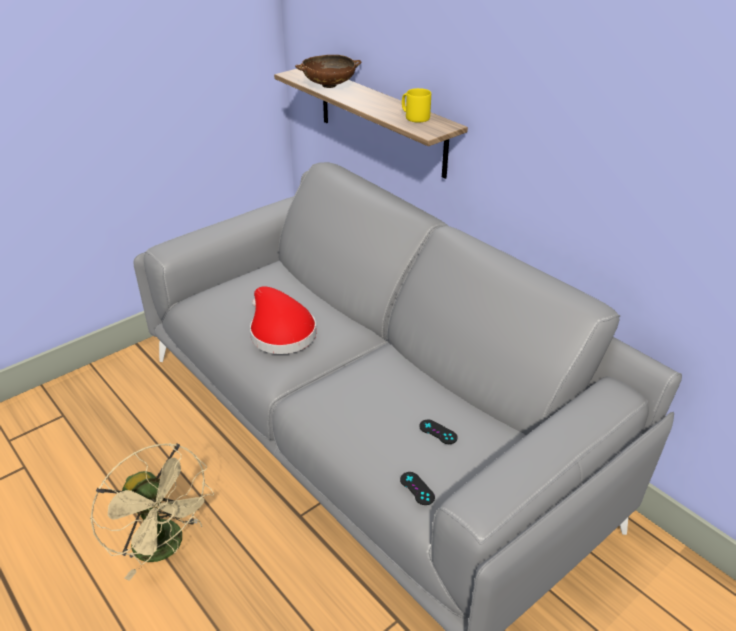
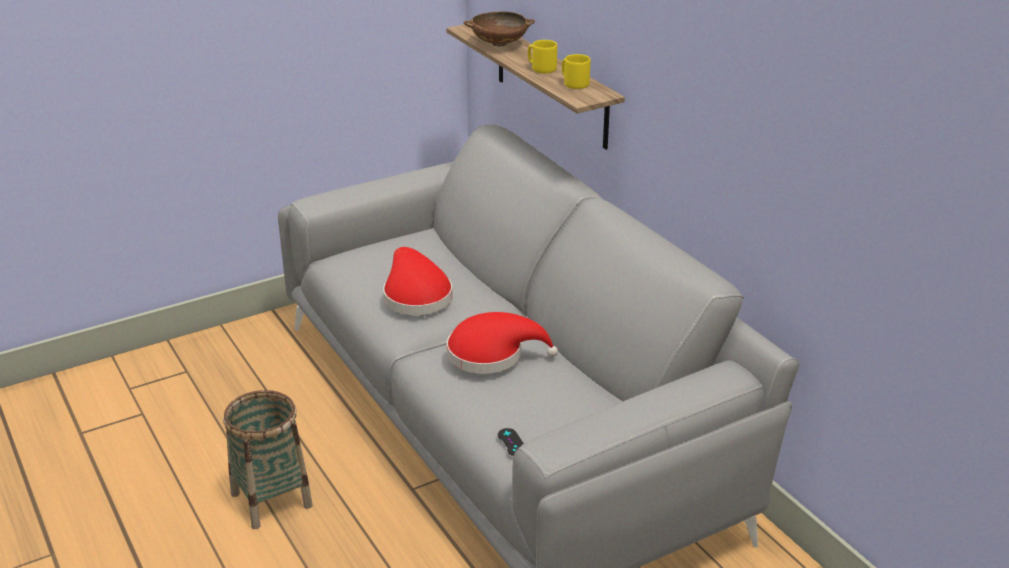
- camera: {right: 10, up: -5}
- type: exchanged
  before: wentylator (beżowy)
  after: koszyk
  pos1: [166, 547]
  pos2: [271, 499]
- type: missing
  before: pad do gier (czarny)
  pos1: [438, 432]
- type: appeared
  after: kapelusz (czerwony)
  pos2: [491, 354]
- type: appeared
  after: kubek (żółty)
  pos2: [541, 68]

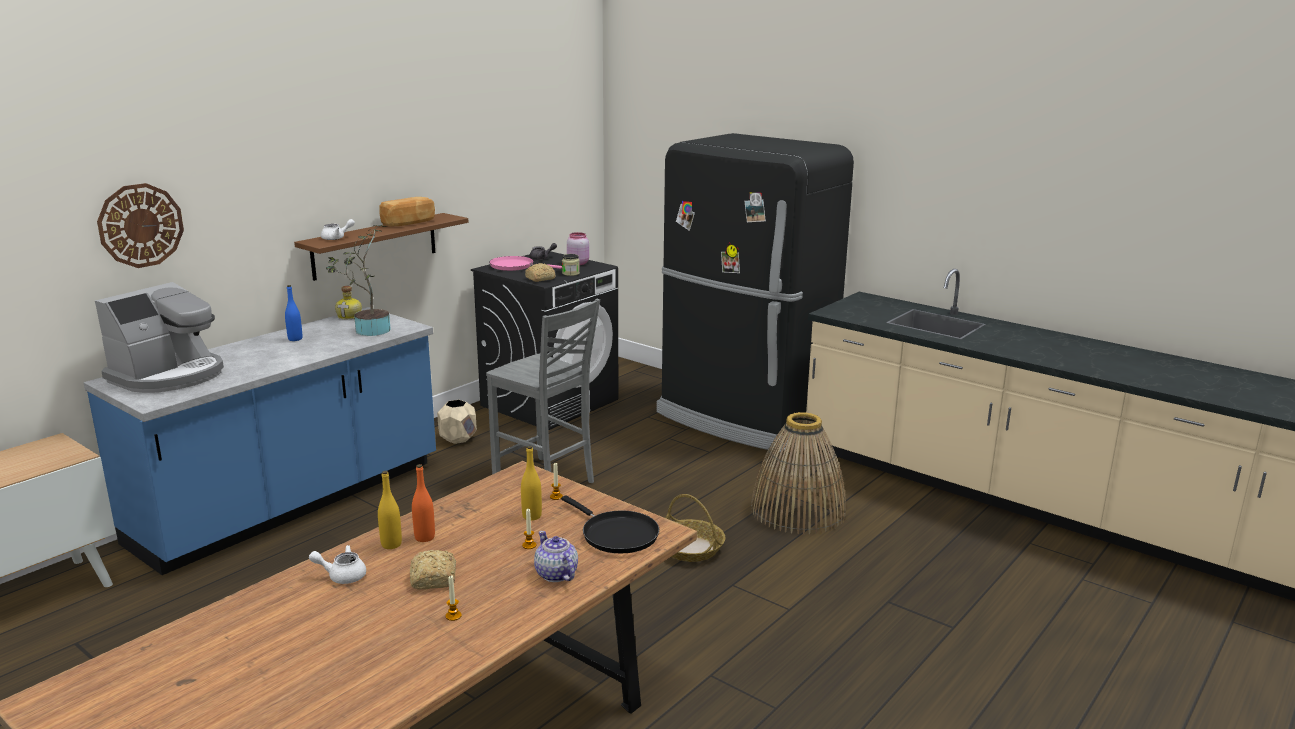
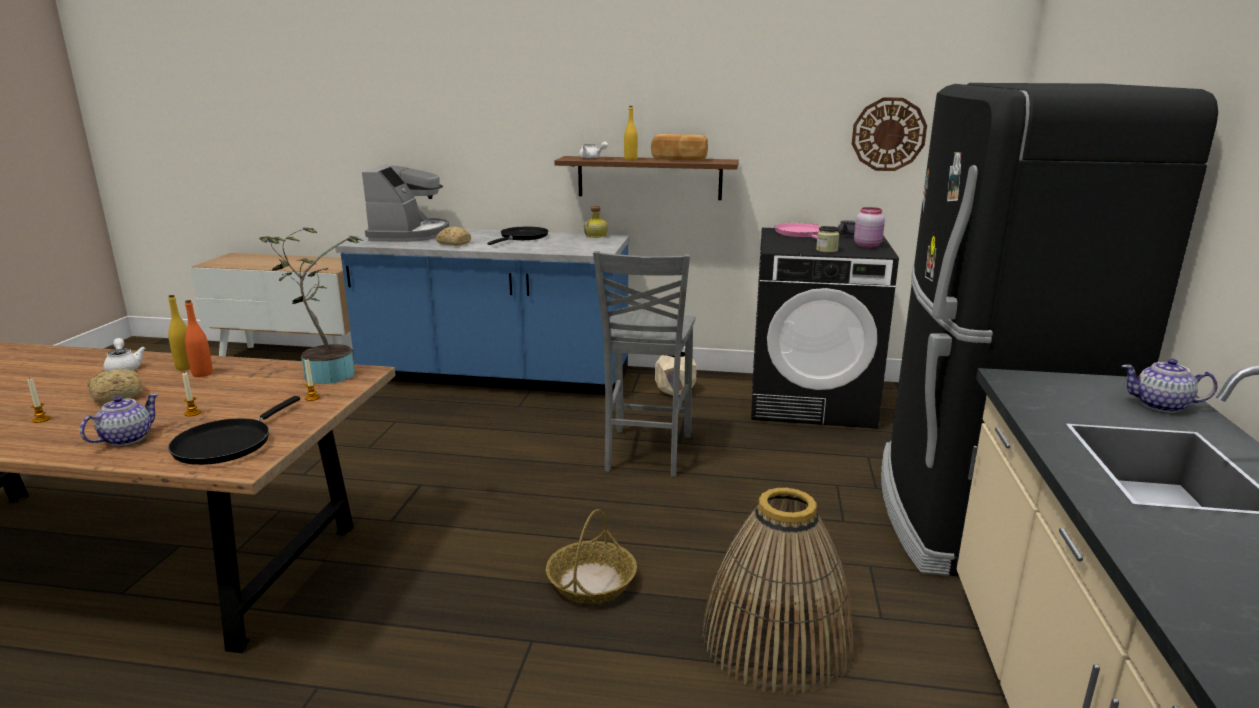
- camera: {right: 60, up: 0}
- type: spun
  before: ekspres do kawy
  pos1: [169, 376]
  pos2: [409, 234]
  turn: -90
- type: relocated
  before: zegar ścienny
  pos1: [140, 225]
  pos2: [888, 134]
- type: exchanged
  before: butelka (niebieski)
  after: patelnia (czarny)
  pos1: [295, 339]
  pos2: [522, 237]
- type: relocated
  before: roślina doniczkowa
  pos1: [368, 331]
  pos2: [325, 374]
- type: relocated
  before: butelka (żółty)
  pos1: [532, 516]
  pos2: [630, 159]
- type: relocated
  before: chleb
  pos1: [539, 279]
  pos2: [453, 243]
- type: appeared
  after: imbryk
  pos2: [1162, 406]

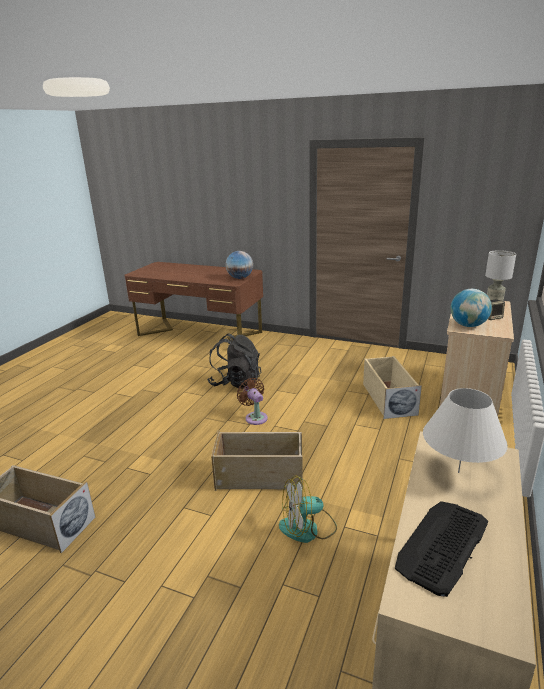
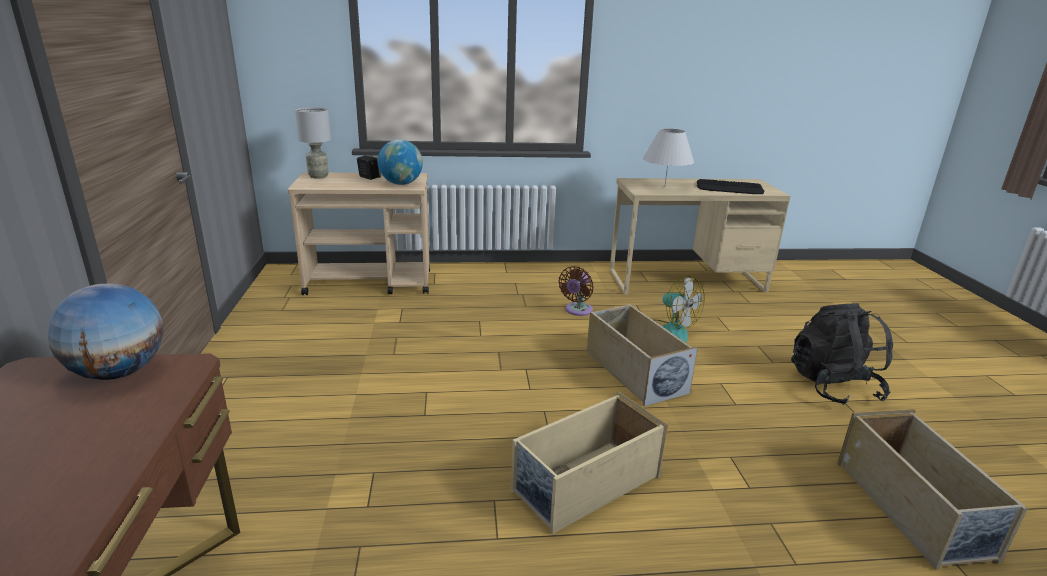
- camera: {right: -120, up: 0}
- type: relocated
  before: plecak (czarny)
  pos1: [235, 383]
  pos2: [833, 386]
- type: relocated
  before: wentylator (brązowy)
  pos1: [255, 417]
  pos2: [577, 311]
- type: relocated
  before: pojemnik do przechowywania (beżowy)
  pos1: [388, 399]
  pos2: [585, 485]

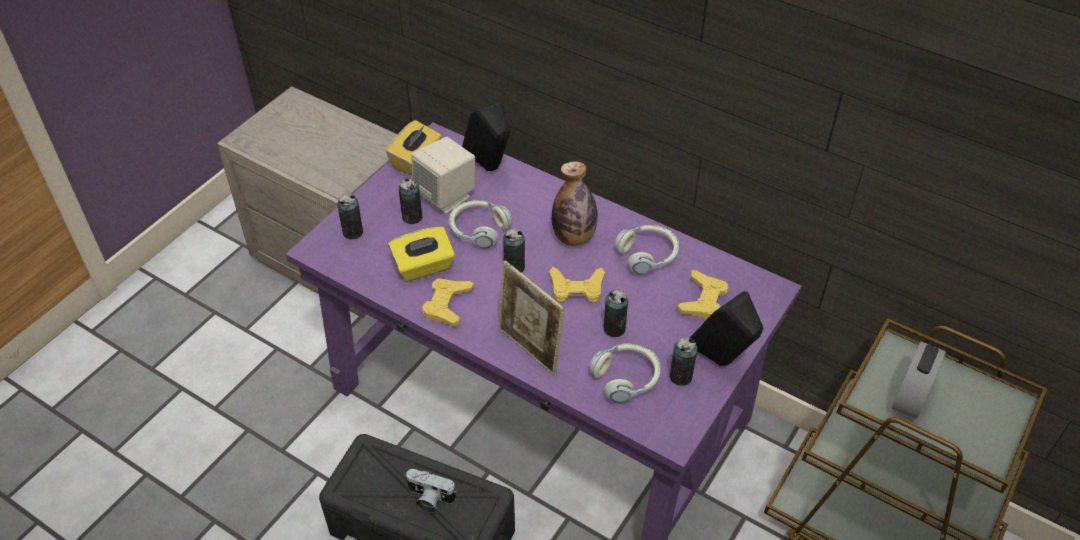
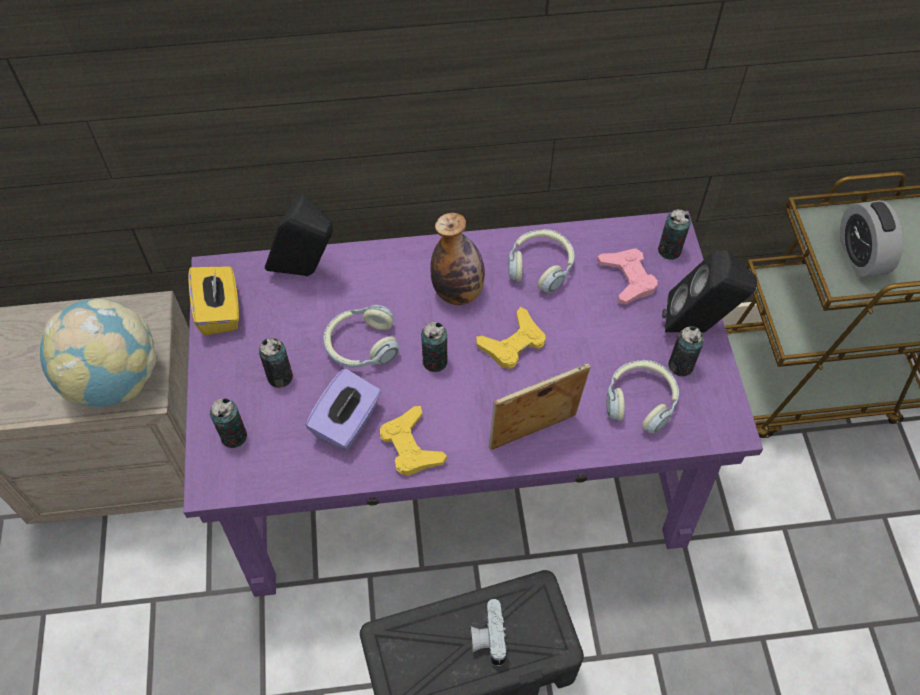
- camera: {right: -40, up: 10}
- type: colour
  before: pudełko chusteczek (żółty)
  after: pudełko chusteczek (fioletowy)
  pos1: [424, 267]
  pos2: [347, 423]
- type: spun
  before: aparat fotograficzny
  pos1: [429, 498]
  pos2: [487, 637]
  turn: 105
- type: missing
  before: głośnik (beżowy)
  pos1: [446, 196]
- type: spun
  before: ramka na zdjęcie
  pos1: [530, 350]
  pos2: [533, 435]
  turn: 150
- type: relocated
  before: puszka
  pos1: [614, 329]
  pos2: [669, 250]
- type: colour
  before: pad do gier (żółty)
  after: pad do gier (różowy)
  pos1: [703, 300]
  pos2: [627, 279]
- type: appeared
  after: globus
  pos2: [114, 380]

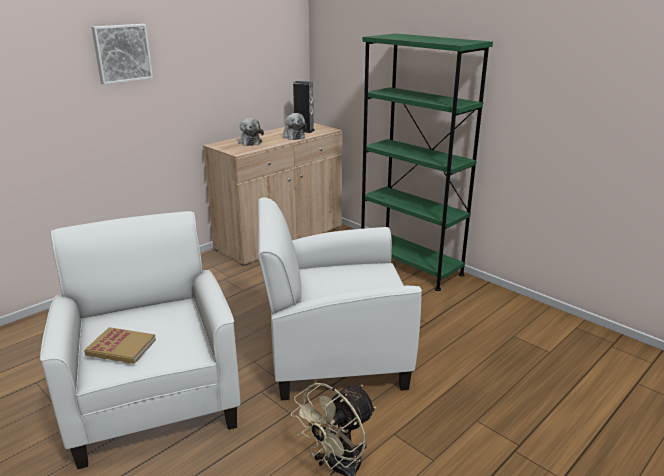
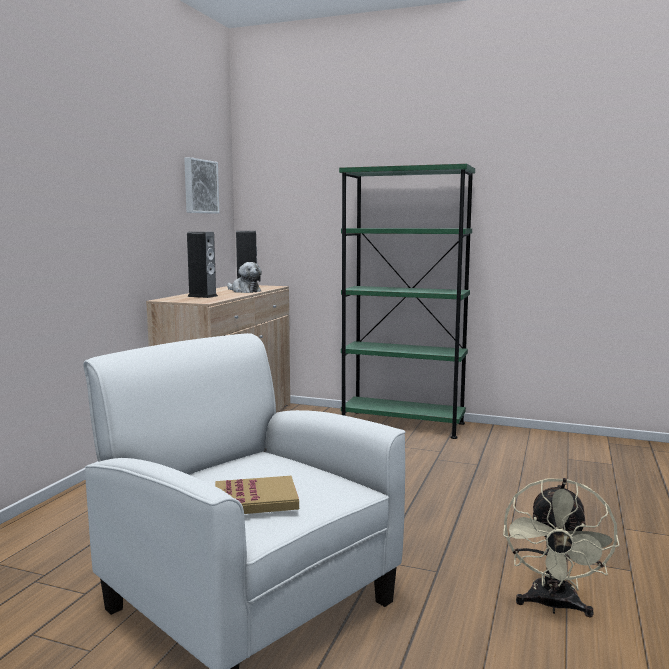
- camera: {right: -25, up: -15}
- type: relocated
  before: obraz
  pos1: [122, 53]
  pos2: [199, 186]
- type: exchanged
  before: pluszak
  after: głośnik
  pos1: [250, 142]
  pos2: [202, 296]
- type: missing
  before: fotel (biały)
  pos1: [334, 354]

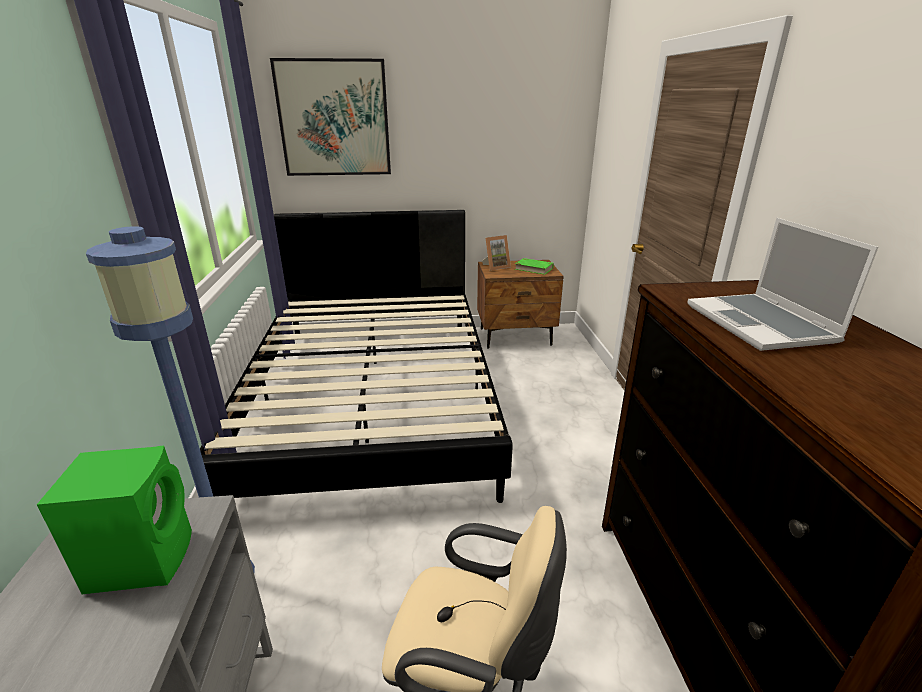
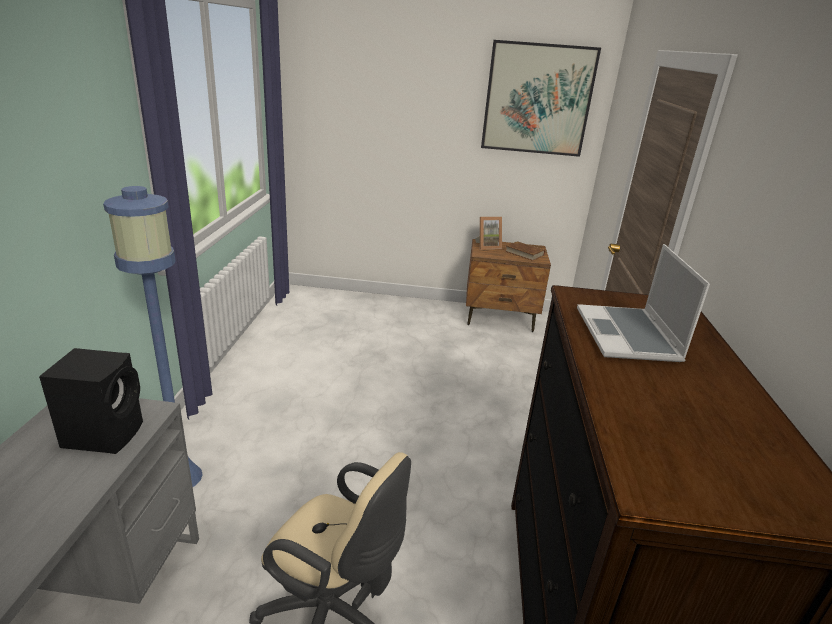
- camera: {right: 10, up: 0}
- type: colour
  before: głośnik (zielony)
  after: głośnik (czarny)
  pos1: [144, 557]
  pos2: [105, 433]
- type: missing
  before: łóżko (czarny)
  pos1: [375, 397]
- type: relocated
  before: obraz
  pos1: [334, 119]
  pos2: [537, 99]
- type: colour
  before: książka (zielony)
  after: książka (brązowy)
  pos1: [533, 268]
  pos2: [524, 253]

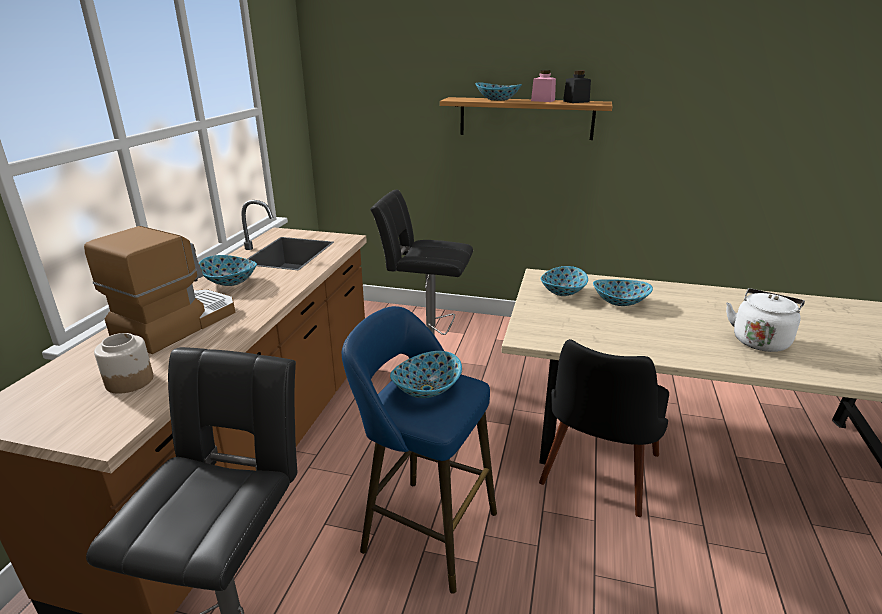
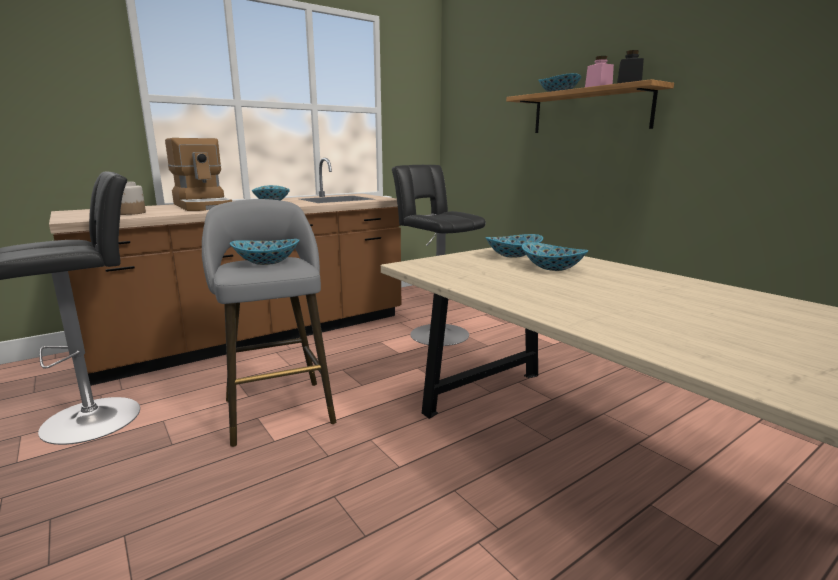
- camera: {right: 40, up: -10}
- type: spun
  before: ekspres do kawy
  pos1: [176, 323]
  pos2: [204, 206]
  turn: 75
- type: colour
  before: stołek (niebieski)
  after: stołek (szary)
  pos1: [423, 529]
  pos2: [277, 407]
- type: missing
  before: krzesło (czarny)
  pos1: [596, 479]
- type: missing
  before: czajnik (biały)
  pos1: [760, 340]

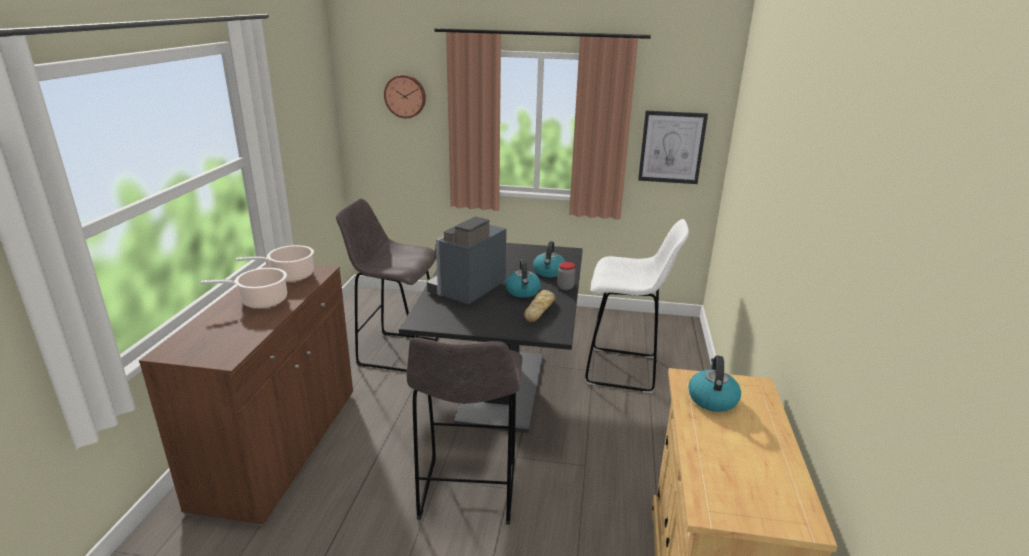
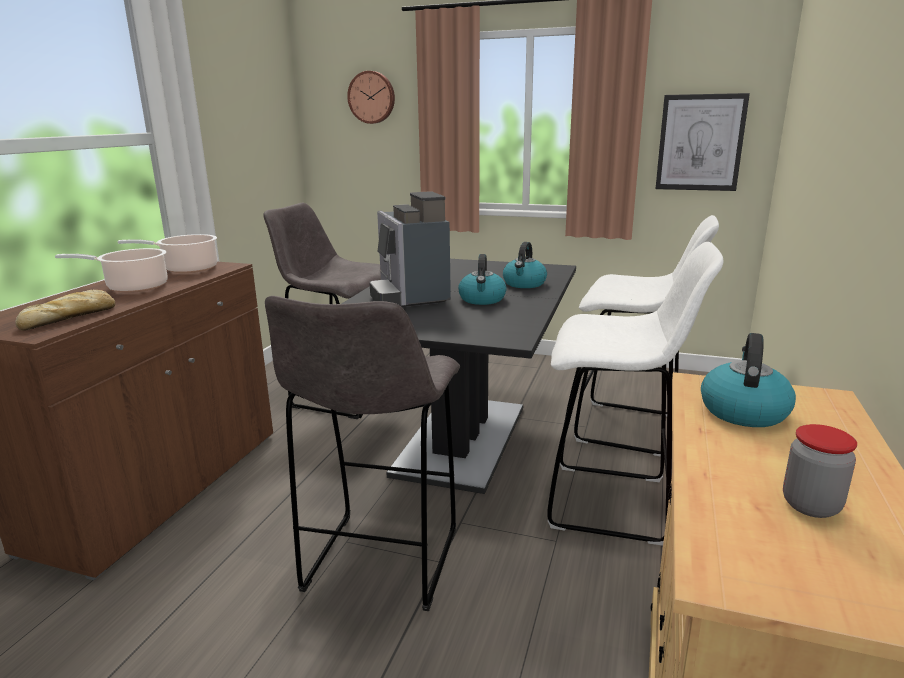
- camera: {right: 10, up: -5}
- type: spun
  before: ekspres do kawy
  pos1: [467, 289]
  pos2: [409, 296]
  turn: -60
- type: relocated
  before: chleb
  pos1: [540, 309]
  pos2: [71, 317]
- type: relocated
  before: słoik
  pos1: [565, 287]
  pos2: [811, 505]
- type: appeared
  after: stołek (biały)
  pos2: [613, 503]

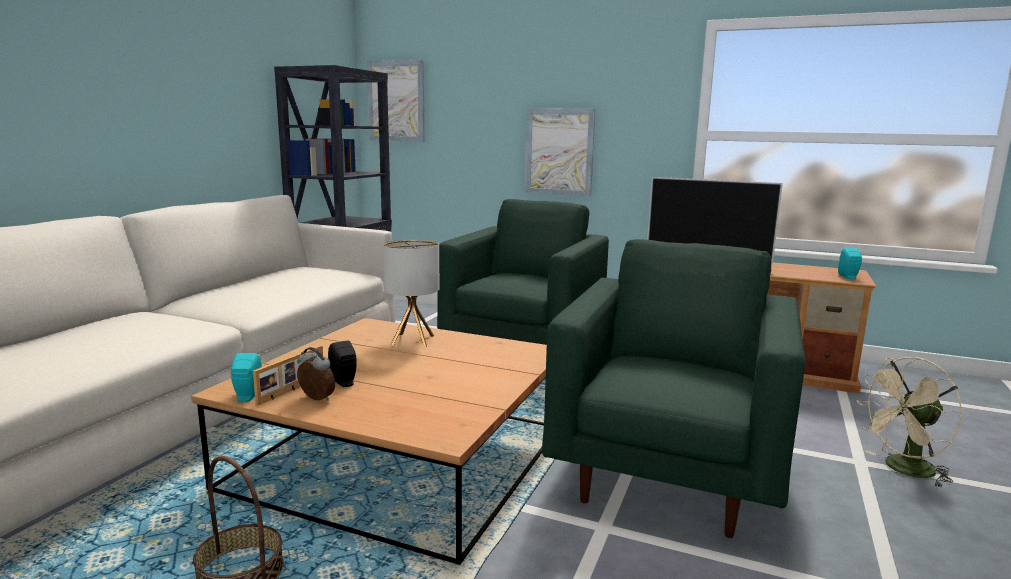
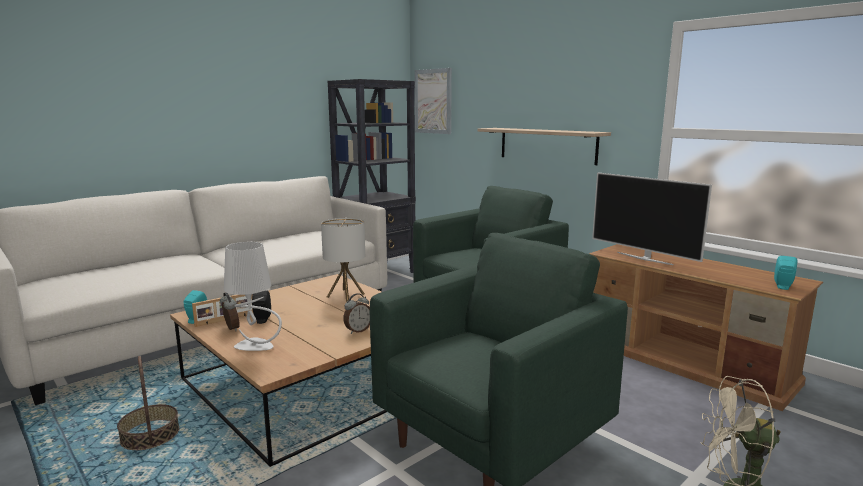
- camera: {right: 25, up: 0}
- type: exchanged
  before: obraz
  after: półka
  pos1: [559, 152]
  pos2: [547, 145]
- type: appeared
  after: lampa stołowa (szary)
  pos2: [255, 346]
- type: appeared
  after: budzik
  pos2: [358, 330]

